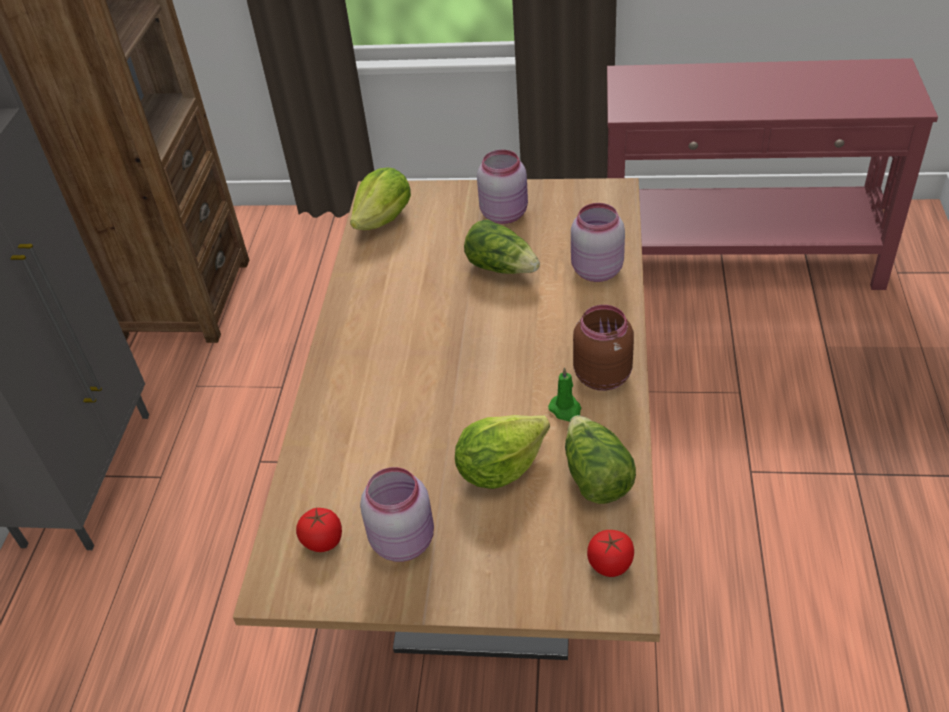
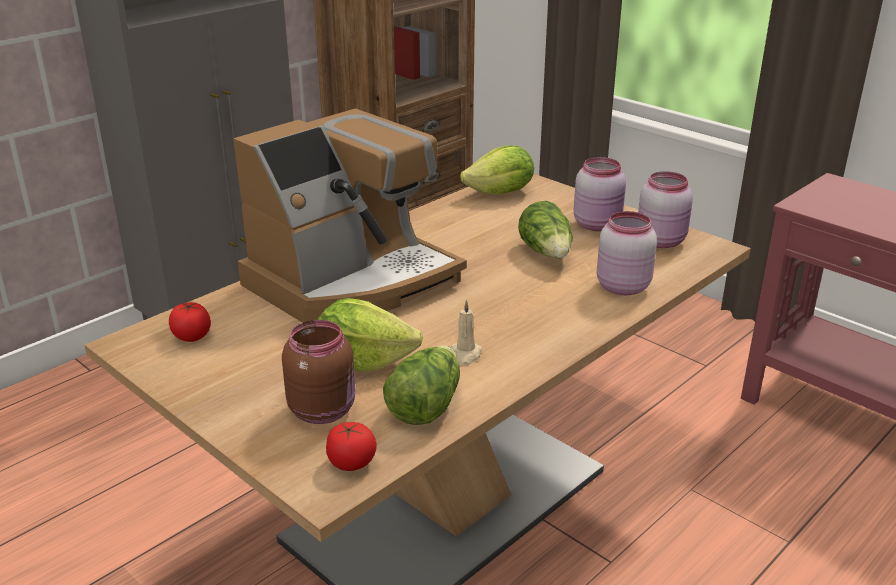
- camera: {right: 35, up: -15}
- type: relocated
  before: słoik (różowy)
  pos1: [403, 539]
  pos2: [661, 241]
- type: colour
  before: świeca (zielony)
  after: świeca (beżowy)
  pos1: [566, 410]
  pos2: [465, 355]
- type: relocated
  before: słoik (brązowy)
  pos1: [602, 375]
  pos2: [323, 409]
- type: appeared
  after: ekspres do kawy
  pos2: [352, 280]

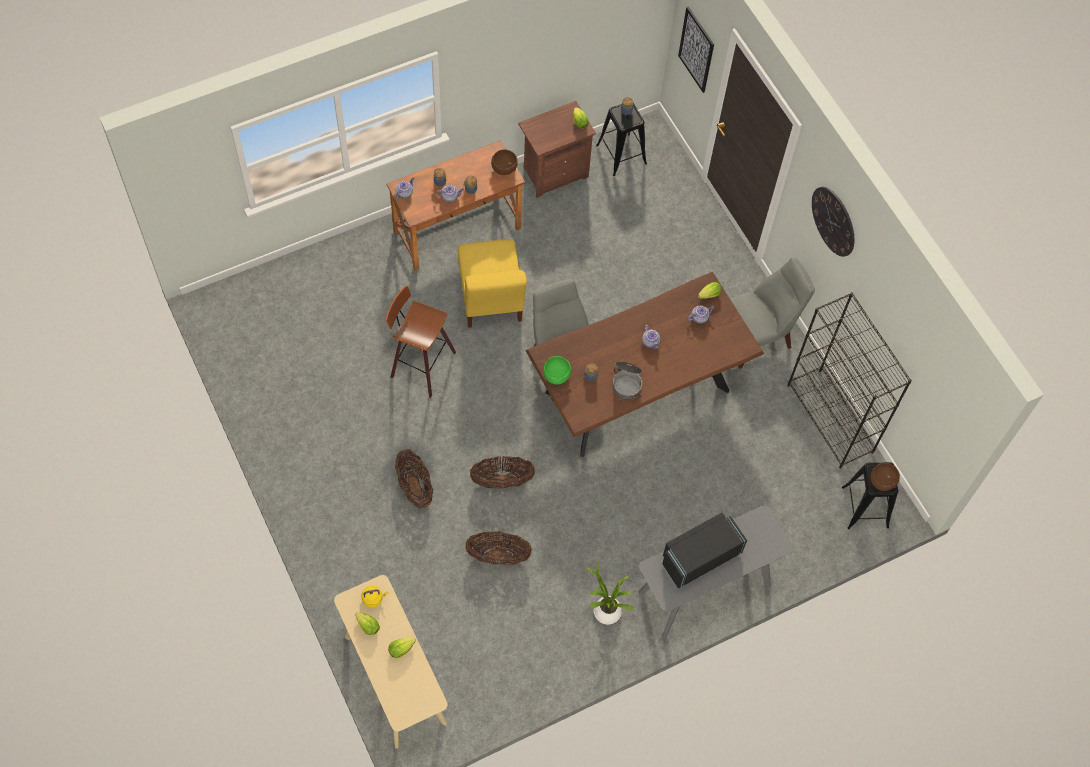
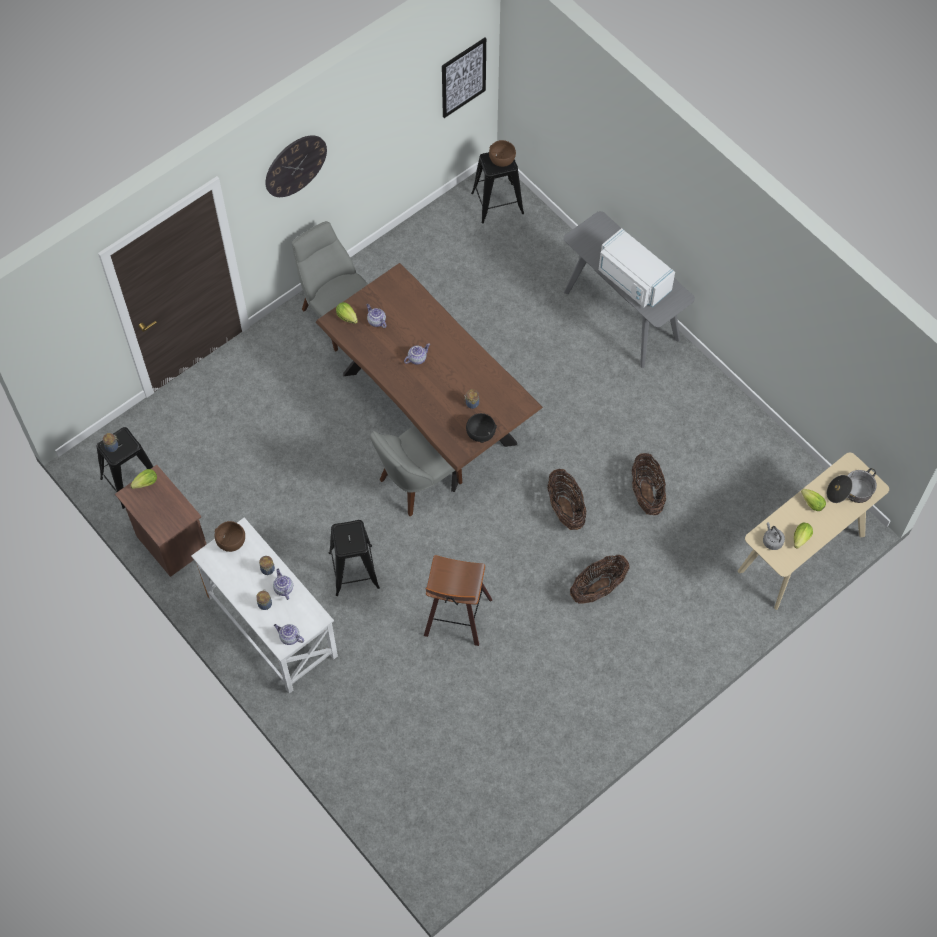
- camera: {right: -100, up: 0}
- type: colour
  before: czajnik (żółty)
  after: czajnik (szary)
  pos1: [373, 598]
  pos2: [772, 541]
- type: colour
  before: biurko (brązowy)
  after: biurko (biały)
  pos1: [457, 229]
  pos2: [271, 626]
- type: exchanged
  before: krzesło (żółty)
  after: stołek (czarny)
  pos1: [490, 298]
  pos2: [354, 570]
- type: colour
  before: miska (zielony)
  after: miska (czarny)
  pos1: [557, 375]
  pos2: [480, 433]
- type: missing
  before: roślina doniczkowa
  pos1: [605, 610]
- type: relocated
  before: garnek
  pos1: [627, 383]
  pos2: [850, 492]
- type: colour
  before: mikrofalówka (czarny)
  after: mikrofalówka (biały)
  pos1: [699, 556]
  pos2: [632, 280]
- type: relocated
  before: obraz
  pos1: [696, 49]
  pos2: [463, 77]
- type: missing
  before: regał (czarny)
  pos1: [830, 419]

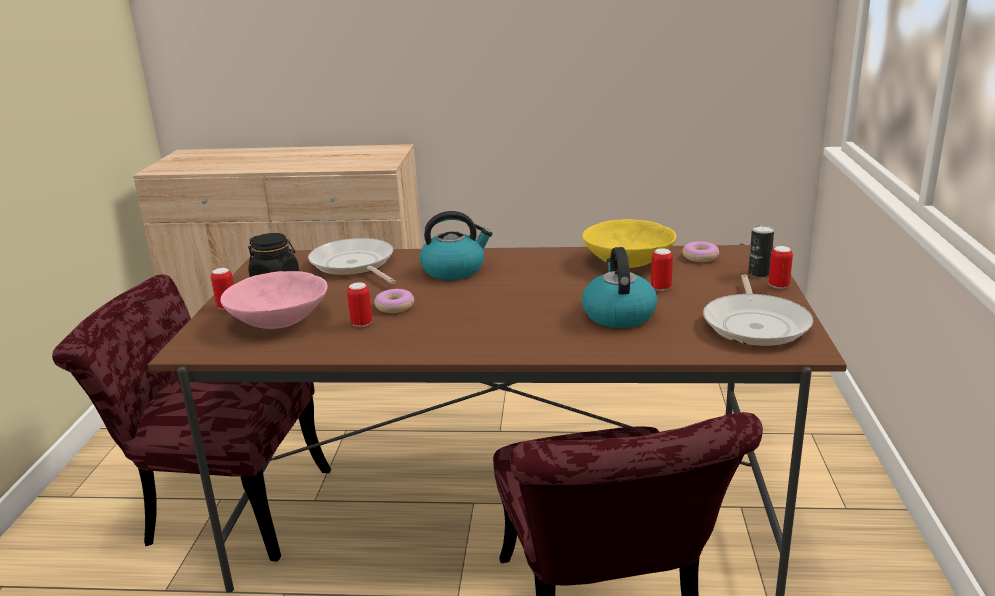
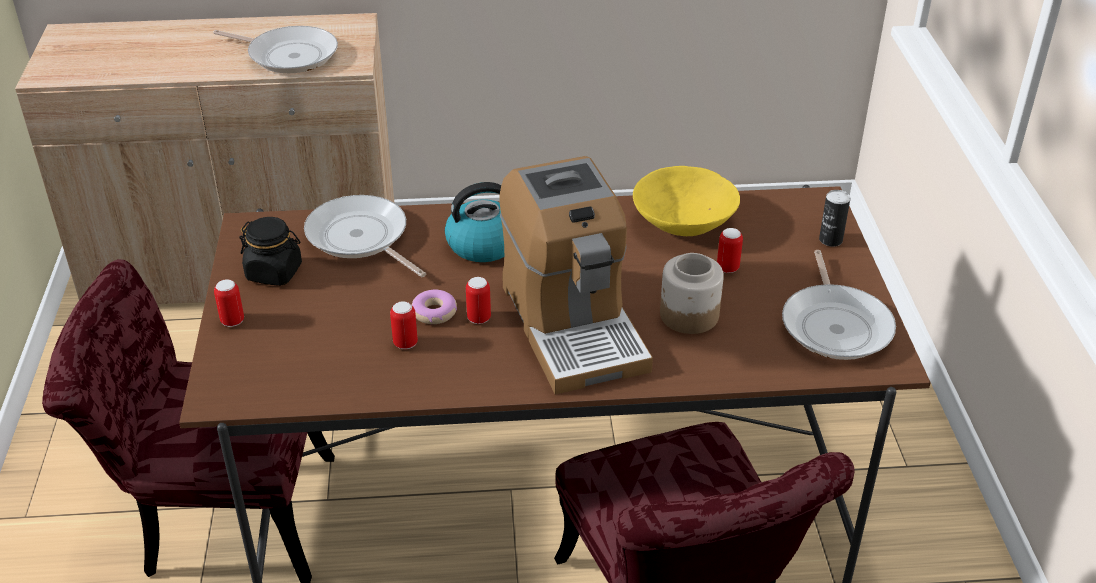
- camera: {right: -10, up: 15}
- type: missing
  before: miska (różowy)
  pos1: [279, 320]
- type: exchanged
  before: czajnik
  after: słoik
  pos1: [618, 314]
  pos2: [688, 315]
- type: missing
  before: donut
  pos1: [700, 257]
- type: relocated
  before: puszka
  pos1: [778, 286]
  pos2: [479, 318]
- type: appeared
  after: patelnia
  pos2: [289, 55]
- type: appeared
  after: ekspres do kawy
  pos2: [572, 325]

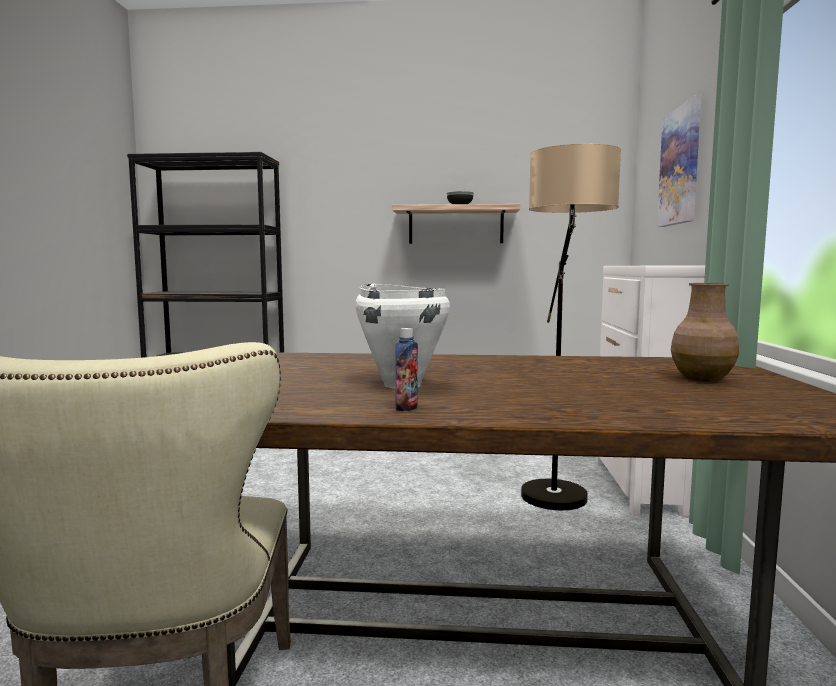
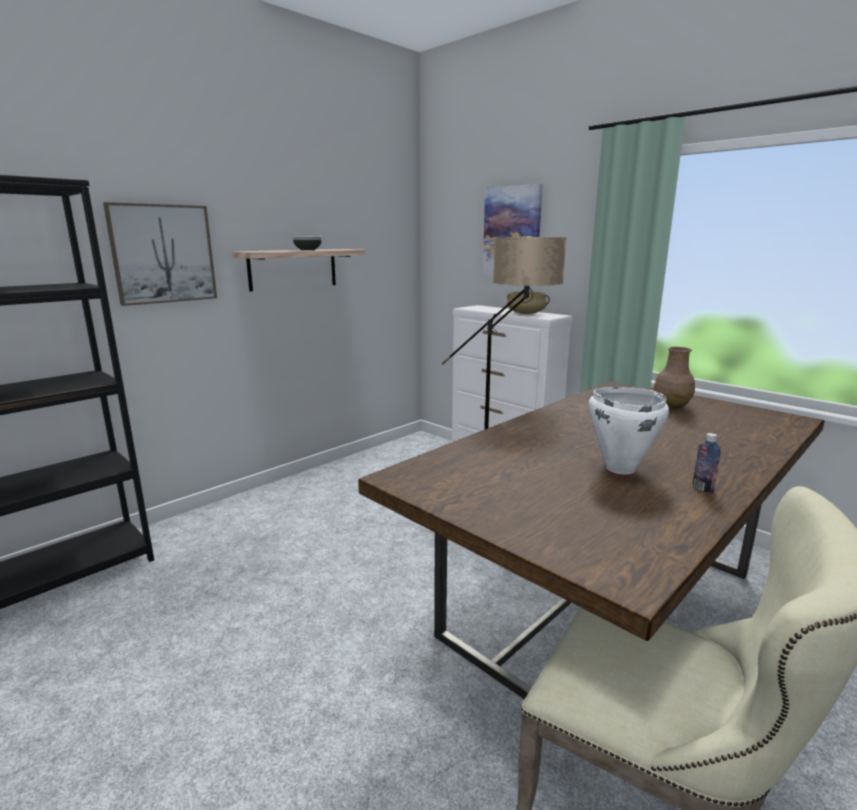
- camera: {right: -50, up: 10}
- type: appeared
  after: obraz
  pos2: [163, 254]
- type: appeared
  after: garnek (beżowy)
  pos2: [526, 313]

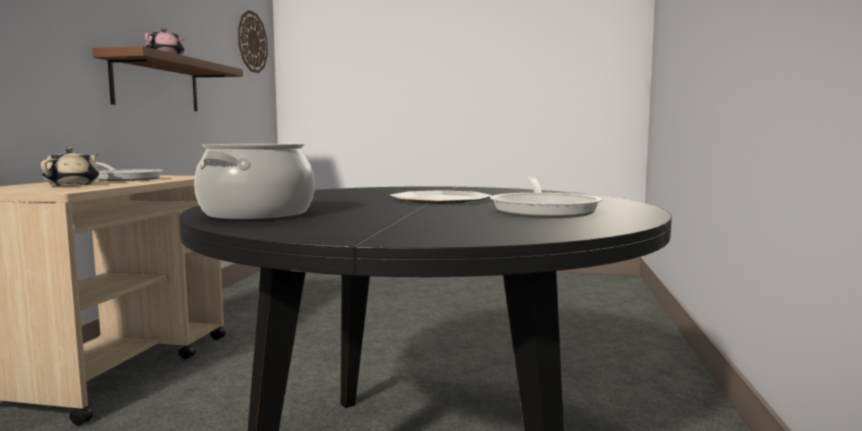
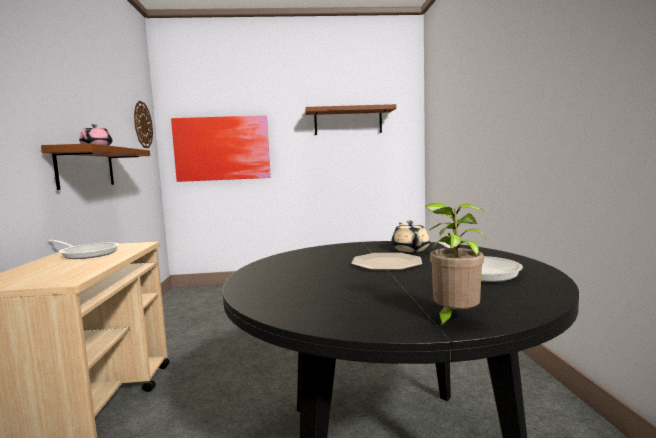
- camera: {right: -15, up: 0}
- type: relocated
  before: imbryk (beżowy)
  pos1: [73, 184]
  pos2: [410, 249]
- type: missing
  before: garnek
  pos1: [256, 214]
- type: appeared
  after: obraz
  pos2: [222, 148]
- type: appeared
  after: półka (brązowy)
  pos2: [348, 121]
- type: appeared
  after: roślina doniczkowa
  pos2: [453, 320]

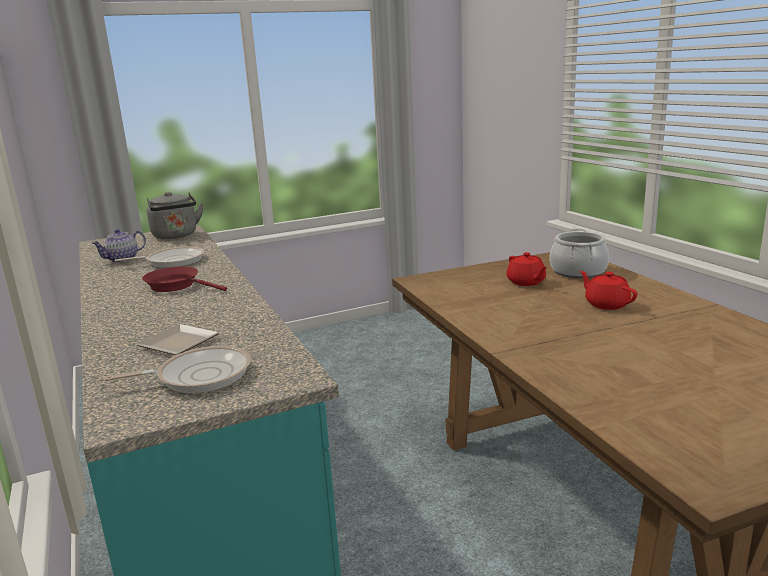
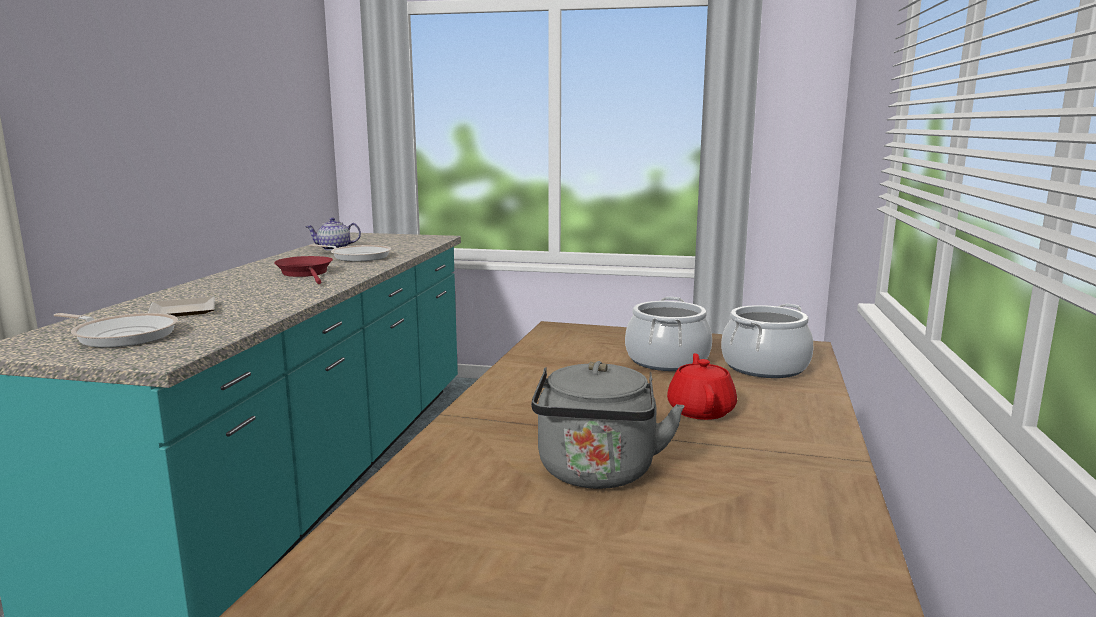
- camera: {right: 35, up: -5}
- type: relocated
  before: czajnik (szary)
  pos1: [176, 236]
  pos2: [597, 474]
- type: exchanged
  before: imbryk (czerwony)
  after: garnek
  pos1: [526, 282]
  pos2: [667, 360]

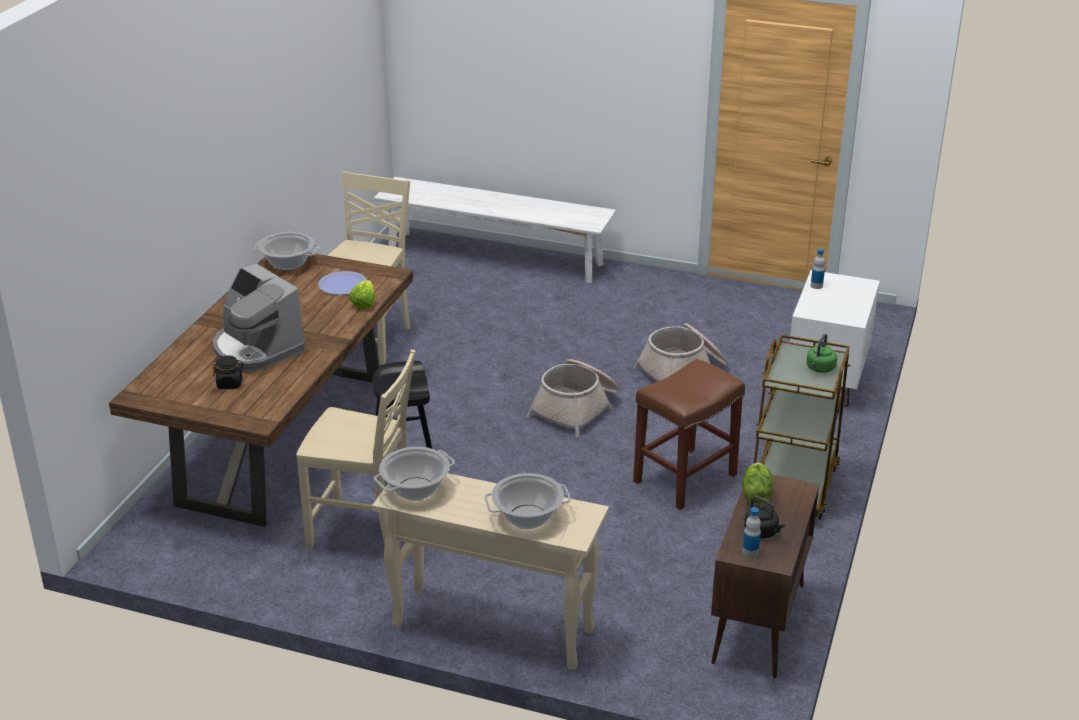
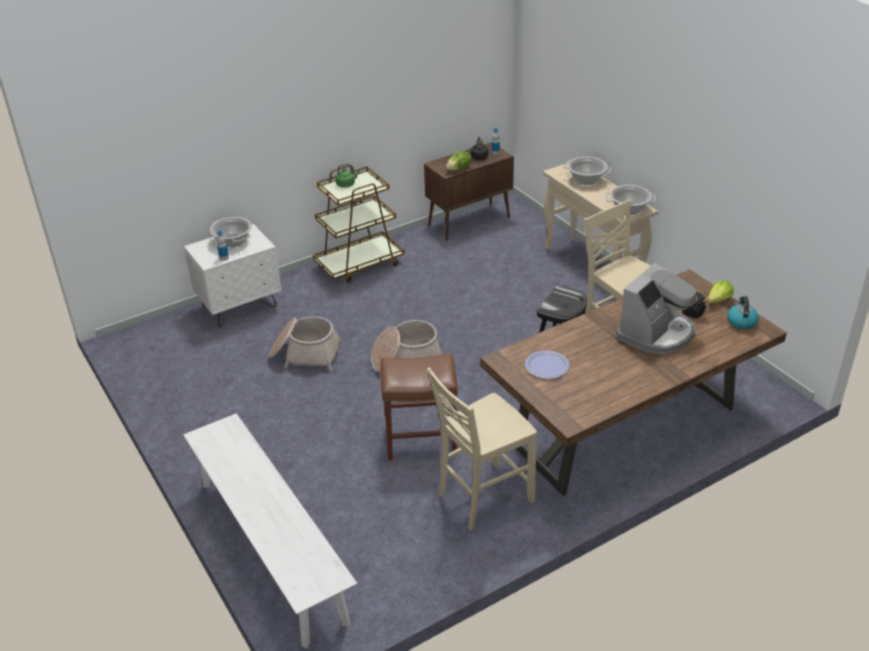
- camera: {right: -140, up: 5}
- type: spun
  before: ekspres do kawy
  pos1: [256, 349]
  pos2: [656, 333]
  turn: 45
- type: relocated
  before: garnek
  pos1: [288, 263]
  pos2: [233, 241]
- type: relocated
  before: sałata
  pos1: [363, 303]
  pos2: [718, 300]
- type: relocated
  before: stołek (brązowy)
  pos1: [685, 477]
  pos2: [420, 440]
- type: appeared
  after: czajnik
  pos2: [741, 322]

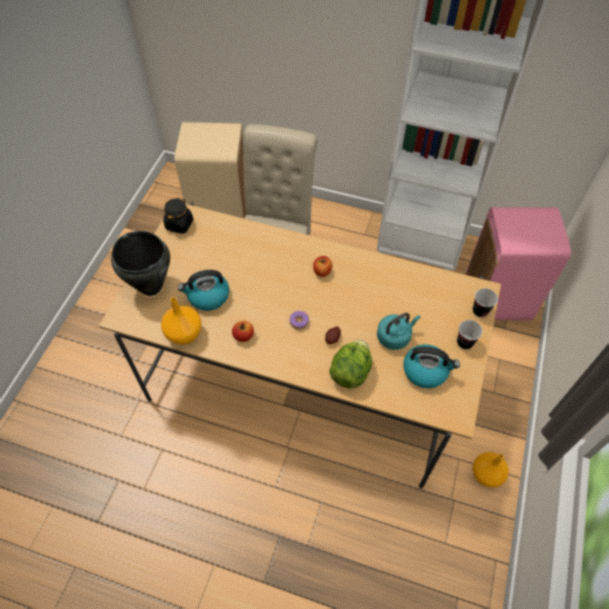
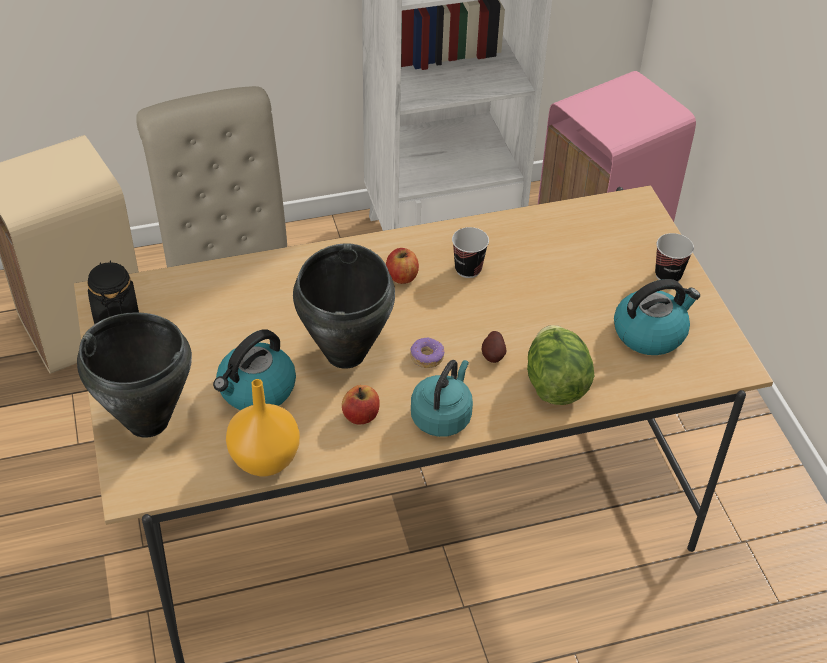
- camera: {right: -35, up: -10}
- type: relocated
  before: czajnik (turkusowy)
  pos1: [395, 337]
  pos2: [442, 416]
- type: relocated
  before: filiżanka
  pos1: [480, 311]
  pos2: [468, 269]
- type: missing
  before: wazon (pomarańczowy)
  pos1: [486, 475]
- type: appeared
  after: garnek (czarny)
  pos2: [346, 353]

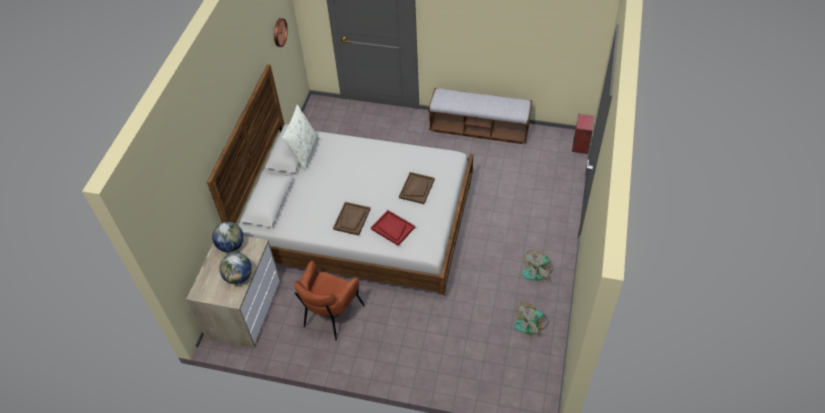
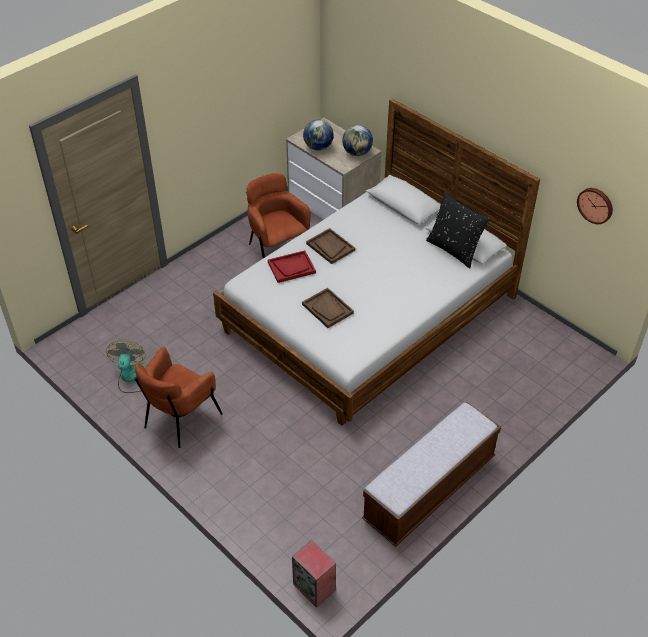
- camera: {right: 120, up: -5}
- type: colour
  before: poduszka (biały)
  after: poduszka (czarny)
  pos1: [304, 152]
  pos2: [454, 249]
- type: exchanged
  before: wentylator
  after: fotel (brązowy)
  pos1: [538, 271]
  pos2: [180, 418]

